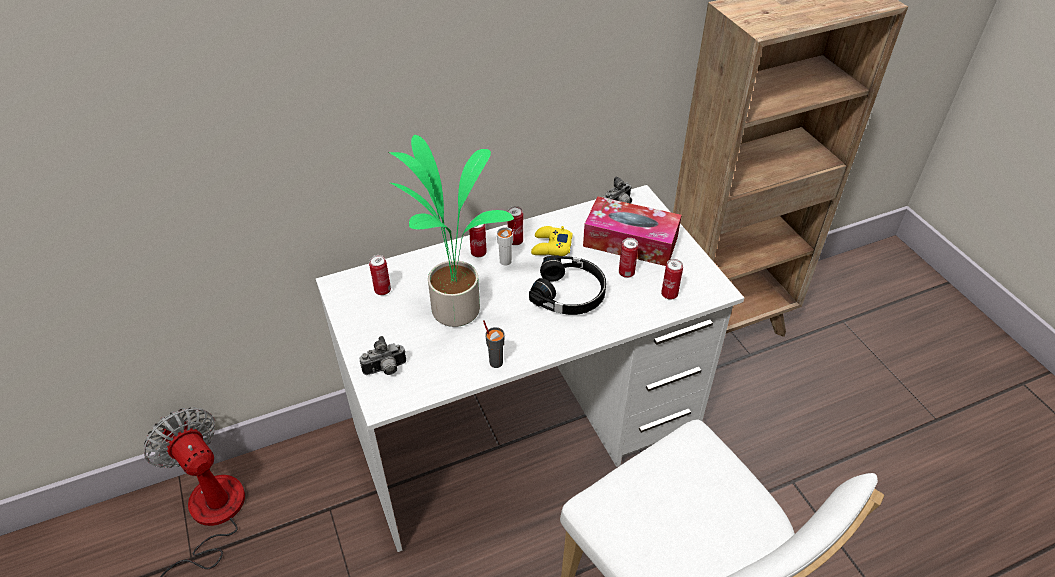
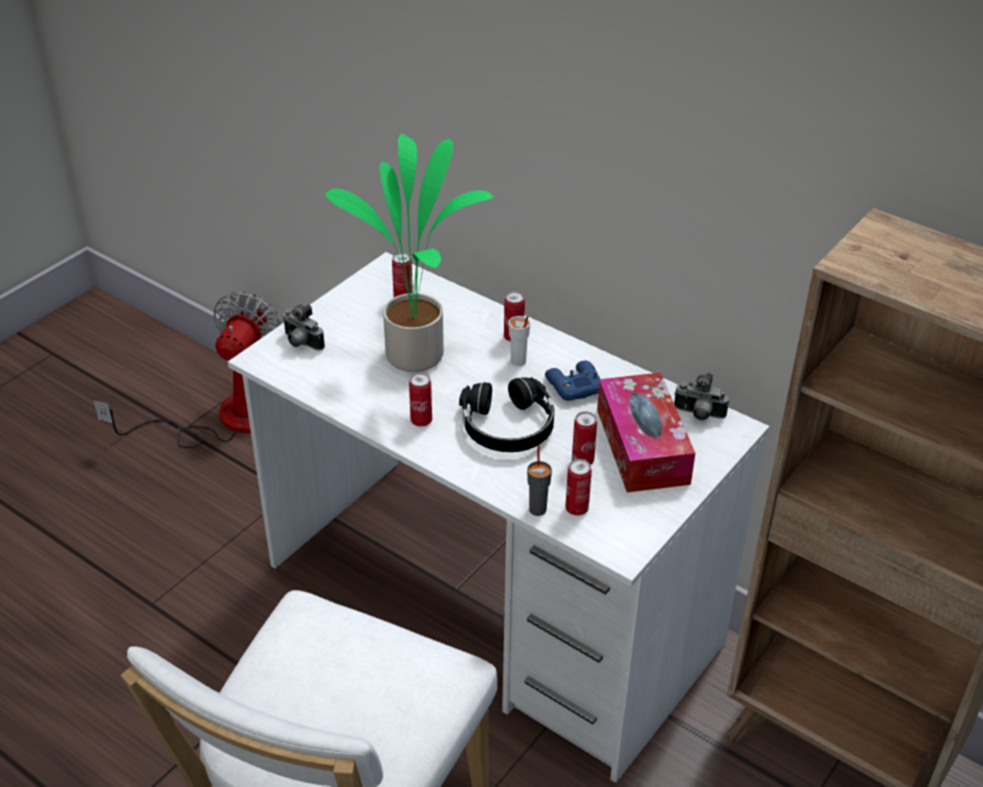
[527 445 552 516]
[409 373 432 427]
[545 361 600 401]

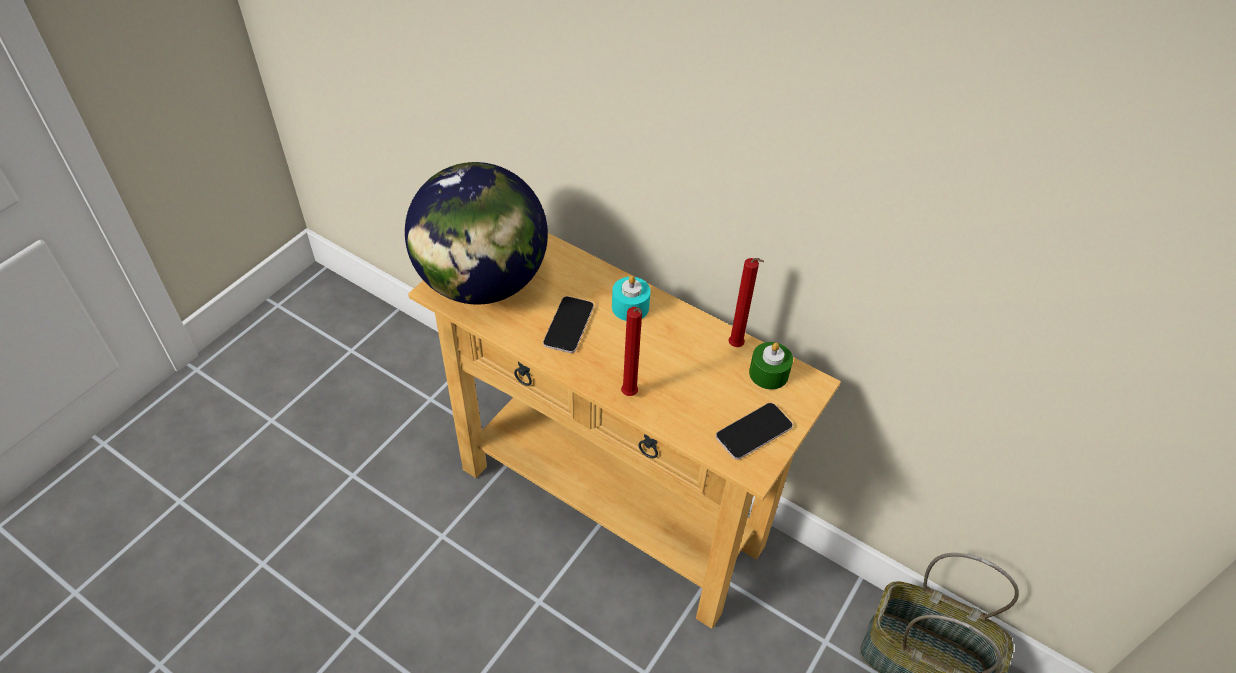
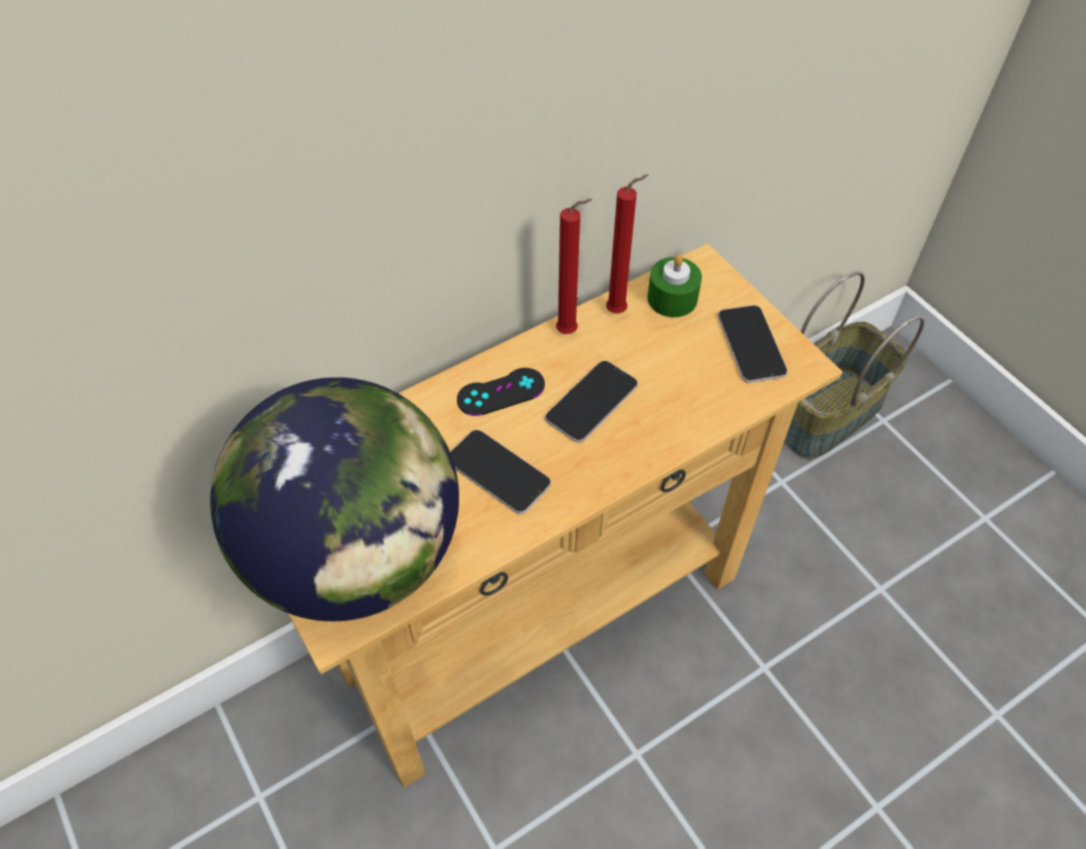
[457 368 545 416]
[556 199 592 334]
[545 360 638 443]

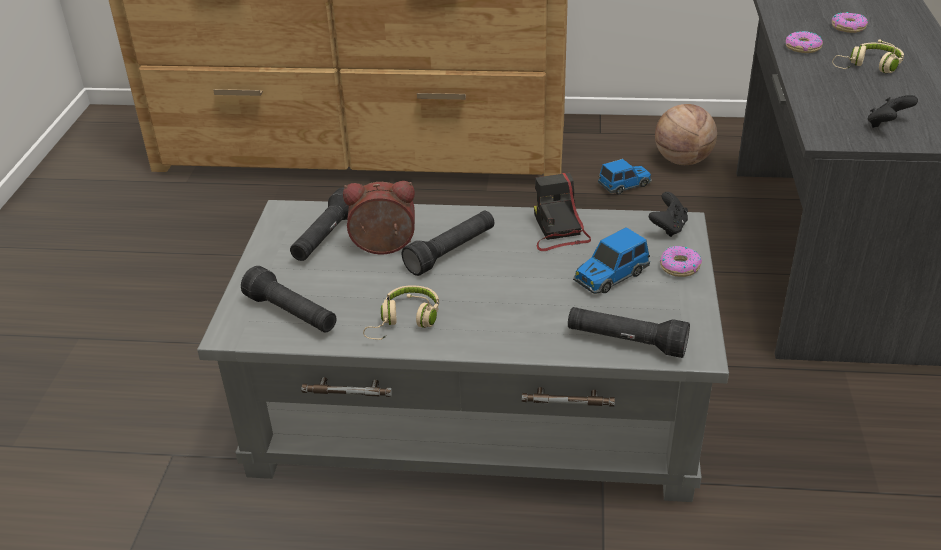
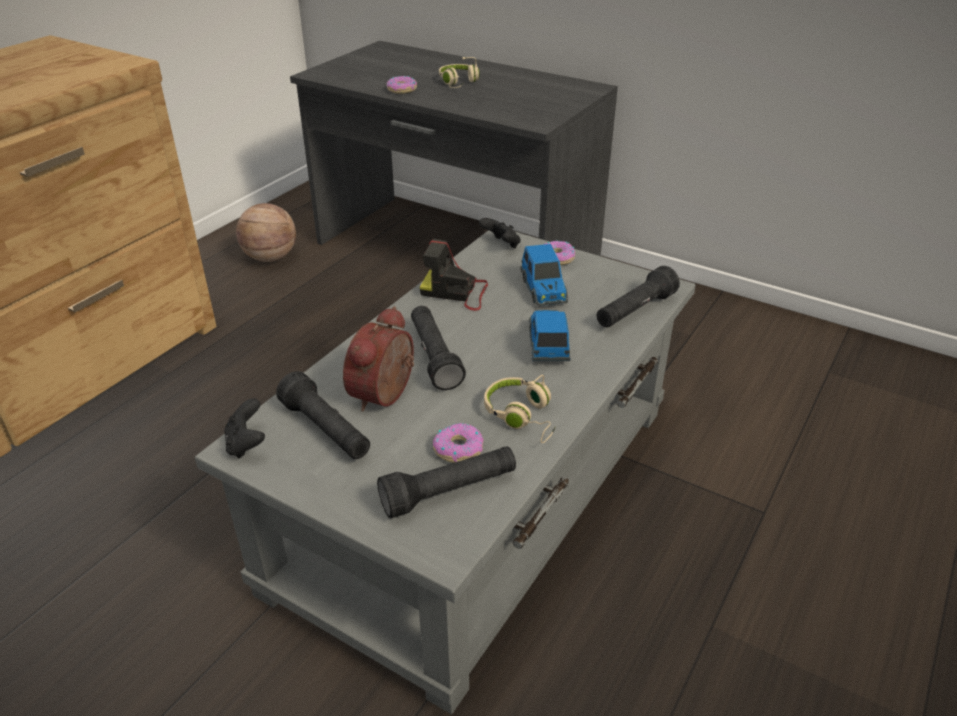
[529 310 570 361]
[433 423 484 463]
[224 398 265 458]

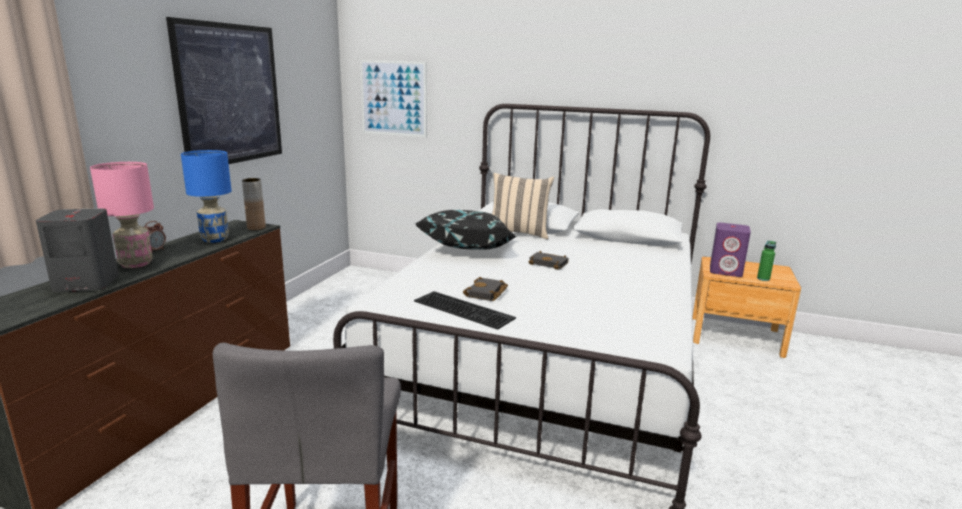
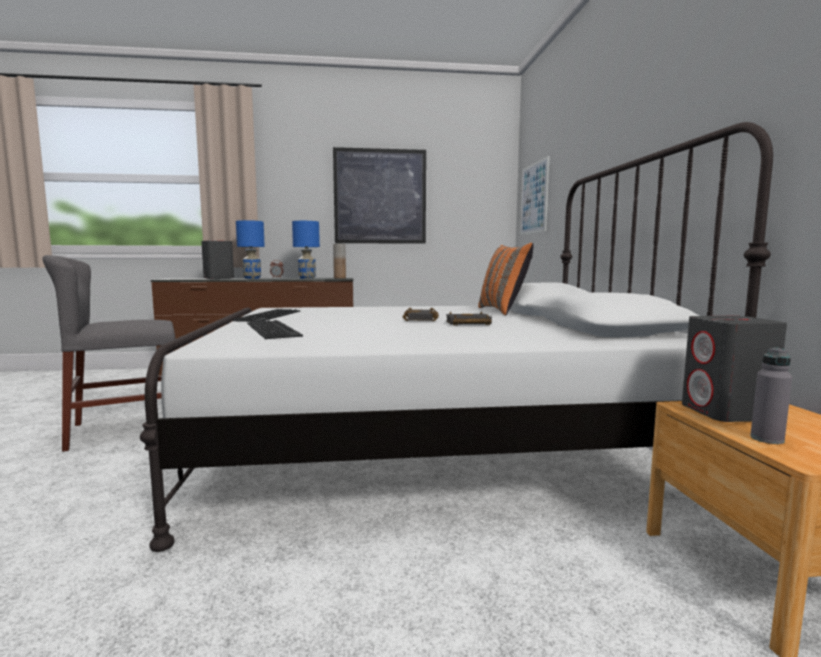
[236 220 265 279]
[416 210 516 250] (first image)
[446 312 492 326]
[478 243 534 315]
[682 316 787 422]
[750 347 792 444]
[247 320 303 339]

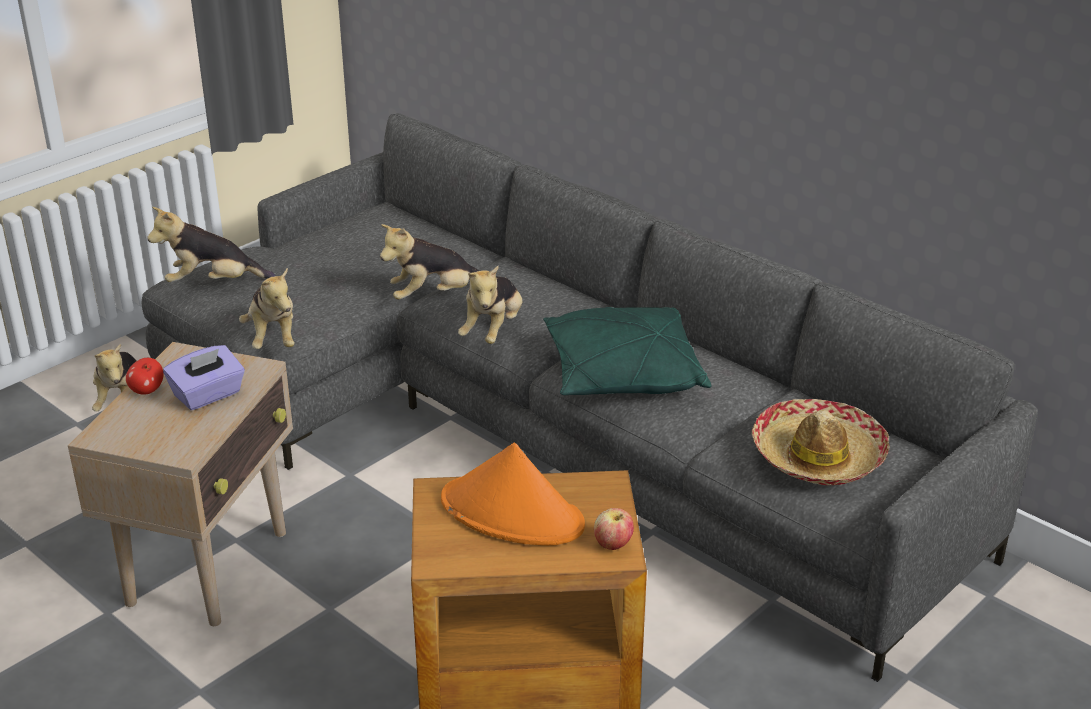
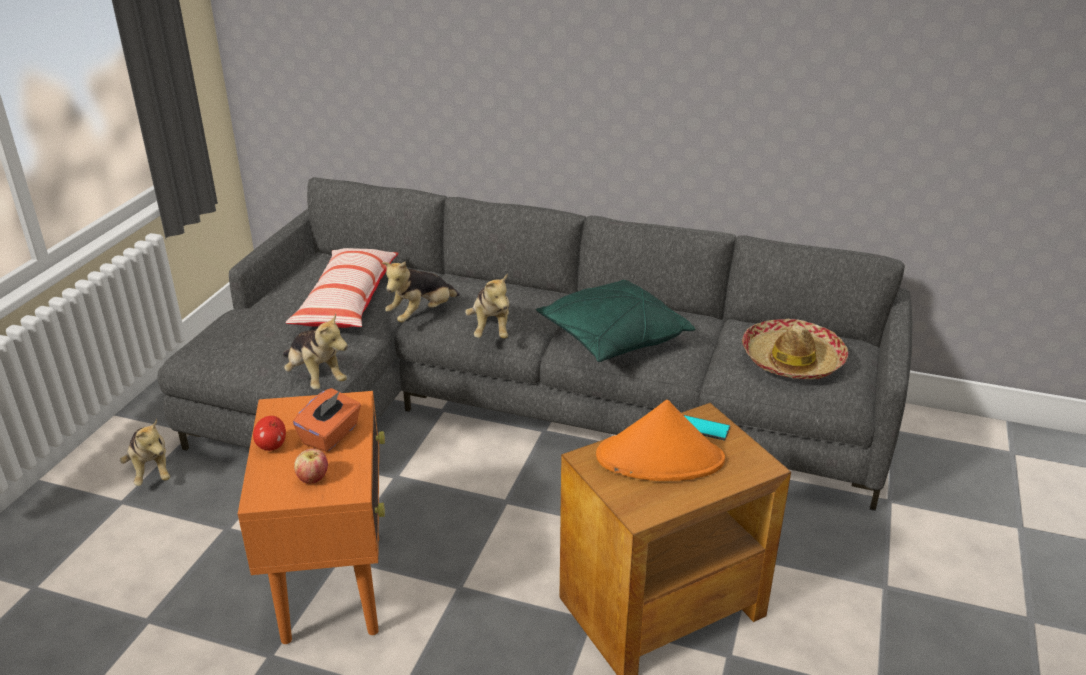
[238 391 385 644]
[147 207 276 282] (first image)
[293 388 361 452]
[294 449 328 484]
[285 248 398 328]
[683 415 730 441]

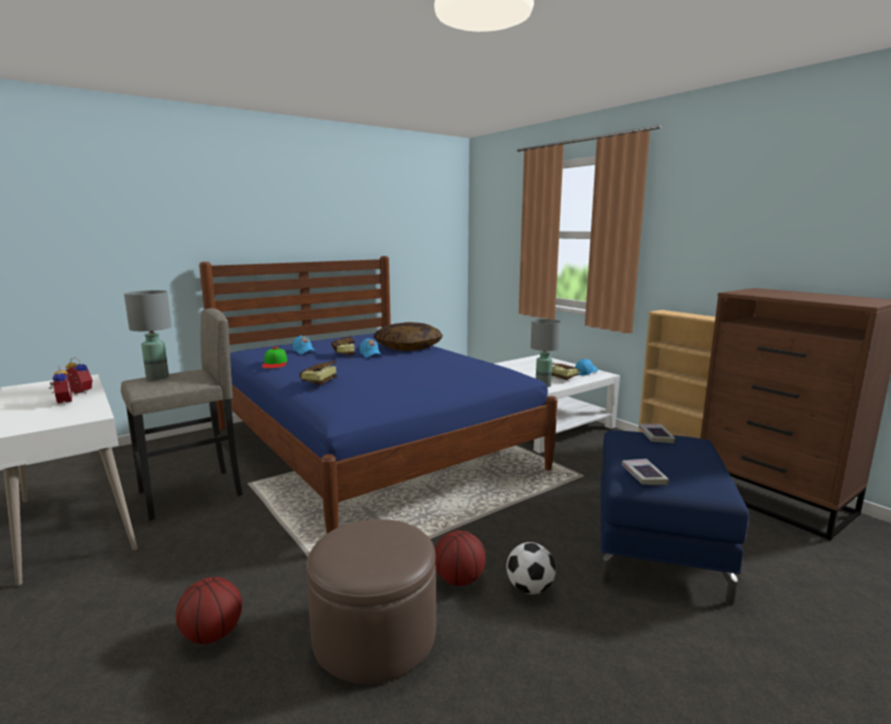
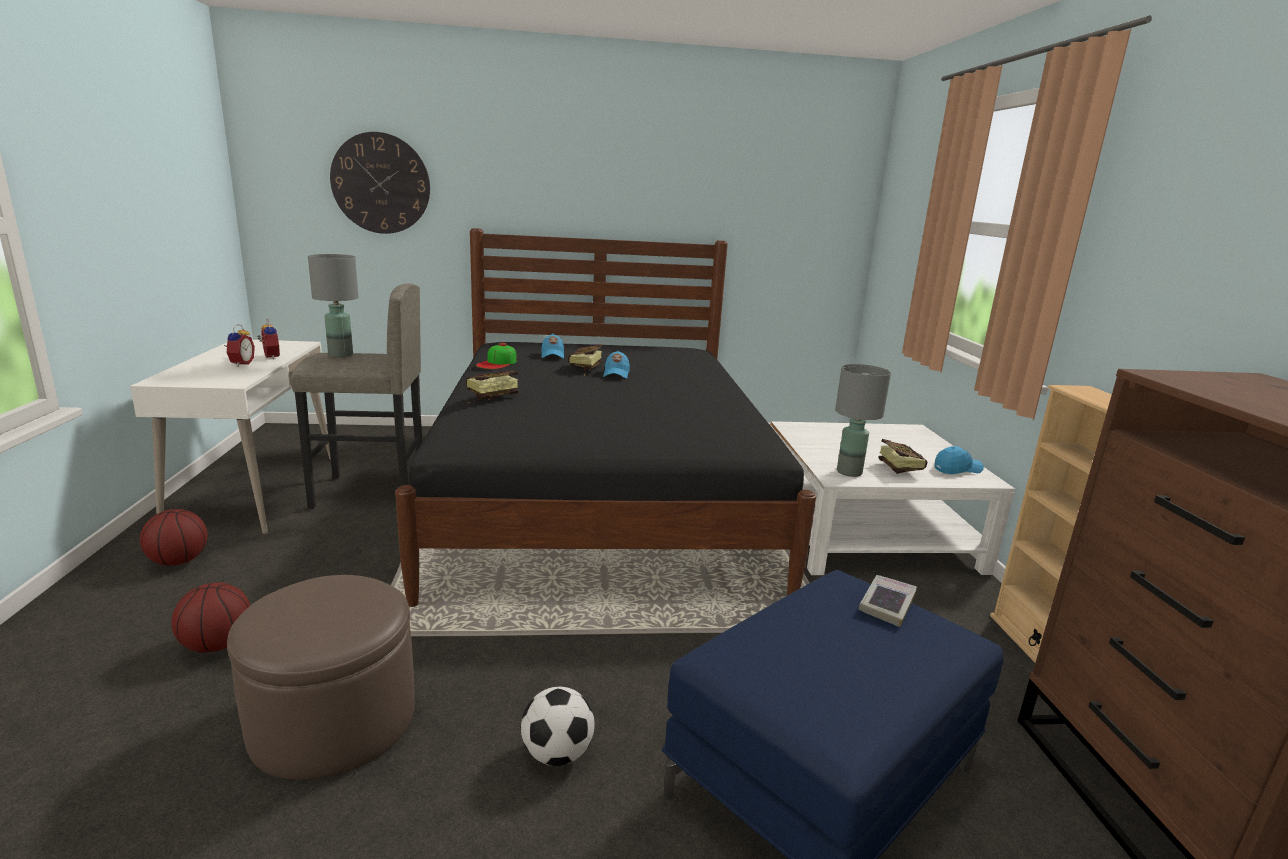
[395 228 816 607]
[373 322 443 351] (first image)
[140 509 208 566]
[622 459 669 485] (first image)
[330 132 430 234]

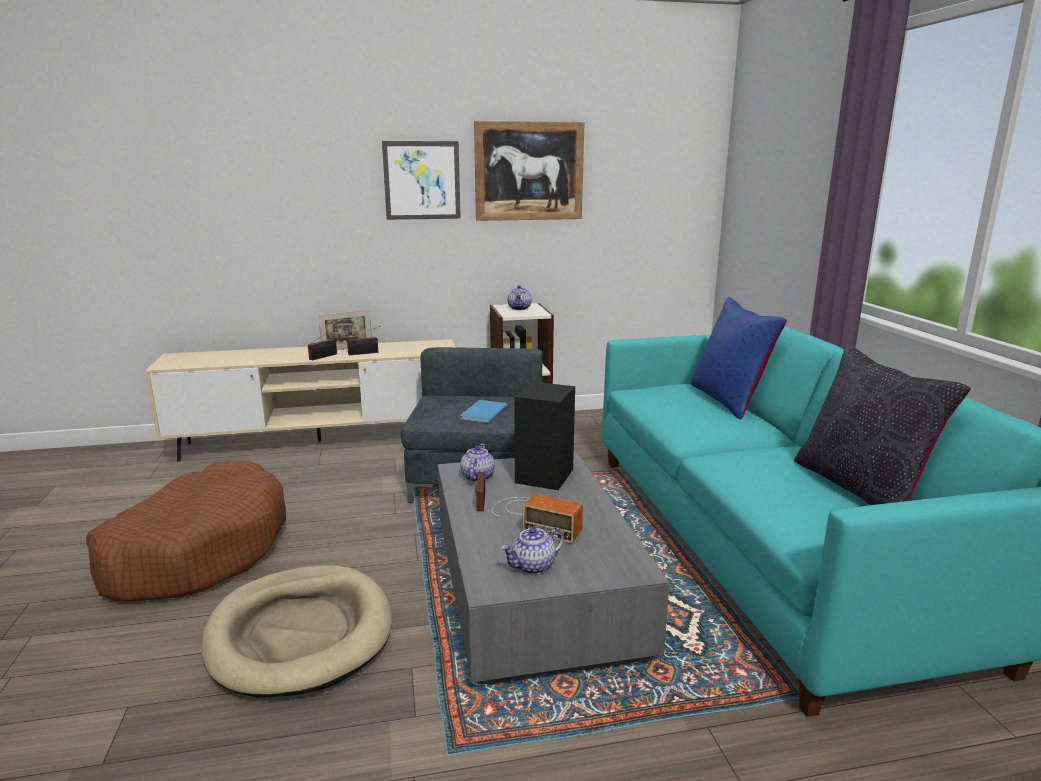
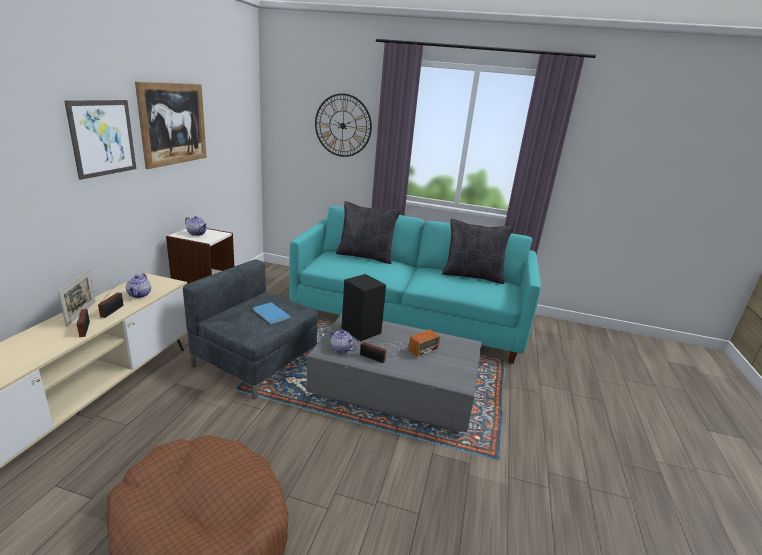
[202 565 392 698] (first image)
[126 273 151 298]
[335 201 401 264]
[315 93 372 157]

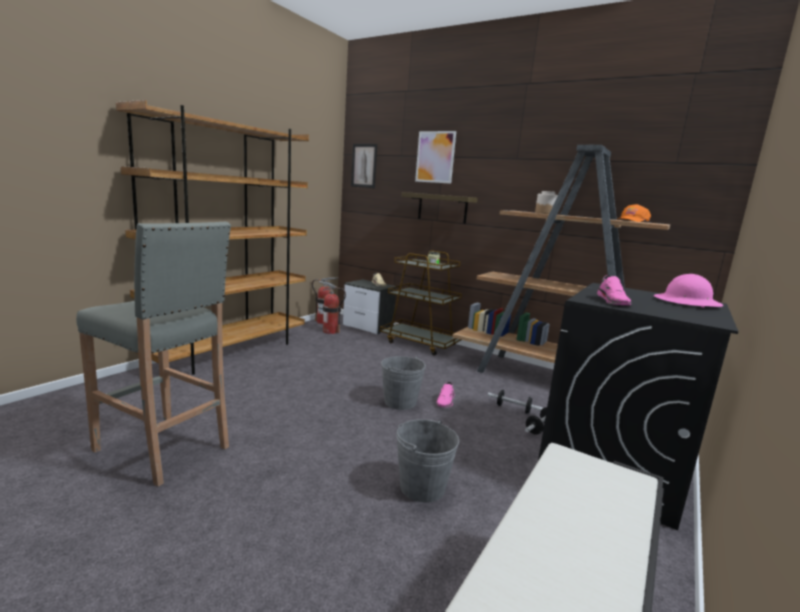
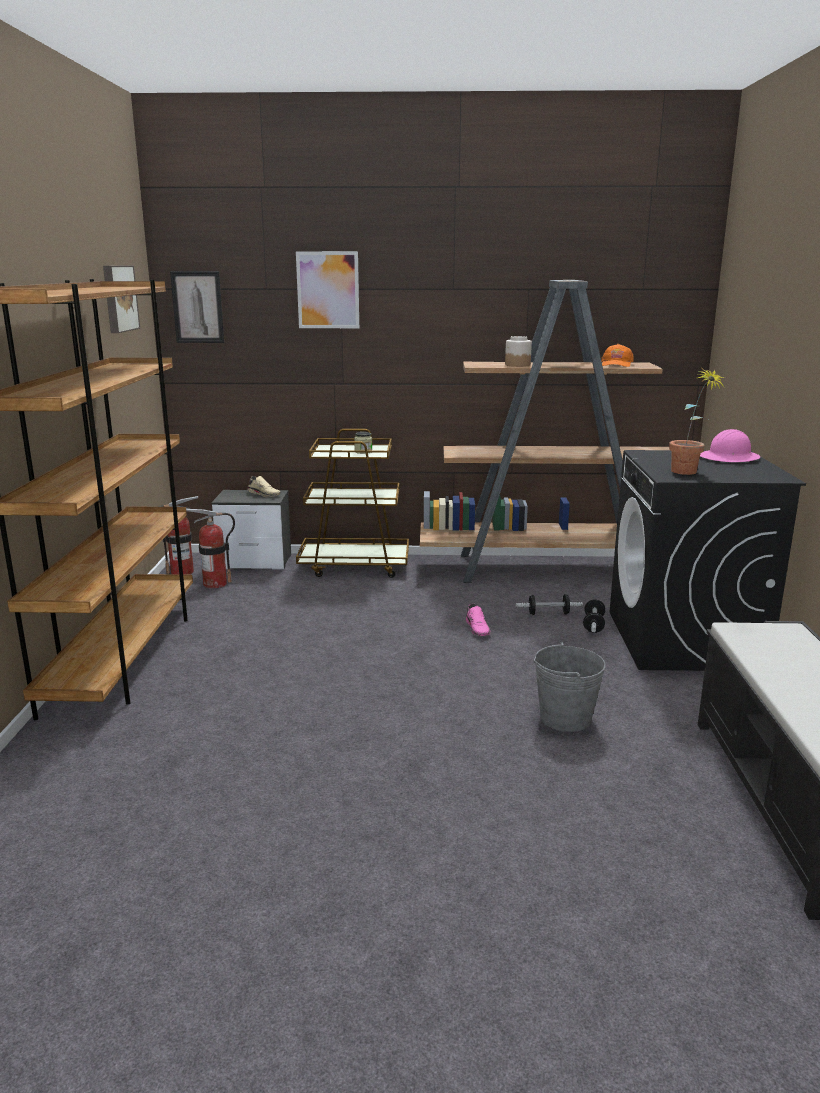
[76 222 231 487] (first image)
[381 356 426 410] (first image)
[401 192 478 224] (first image)
[669 367 725 475]
[103 266 140 333]

